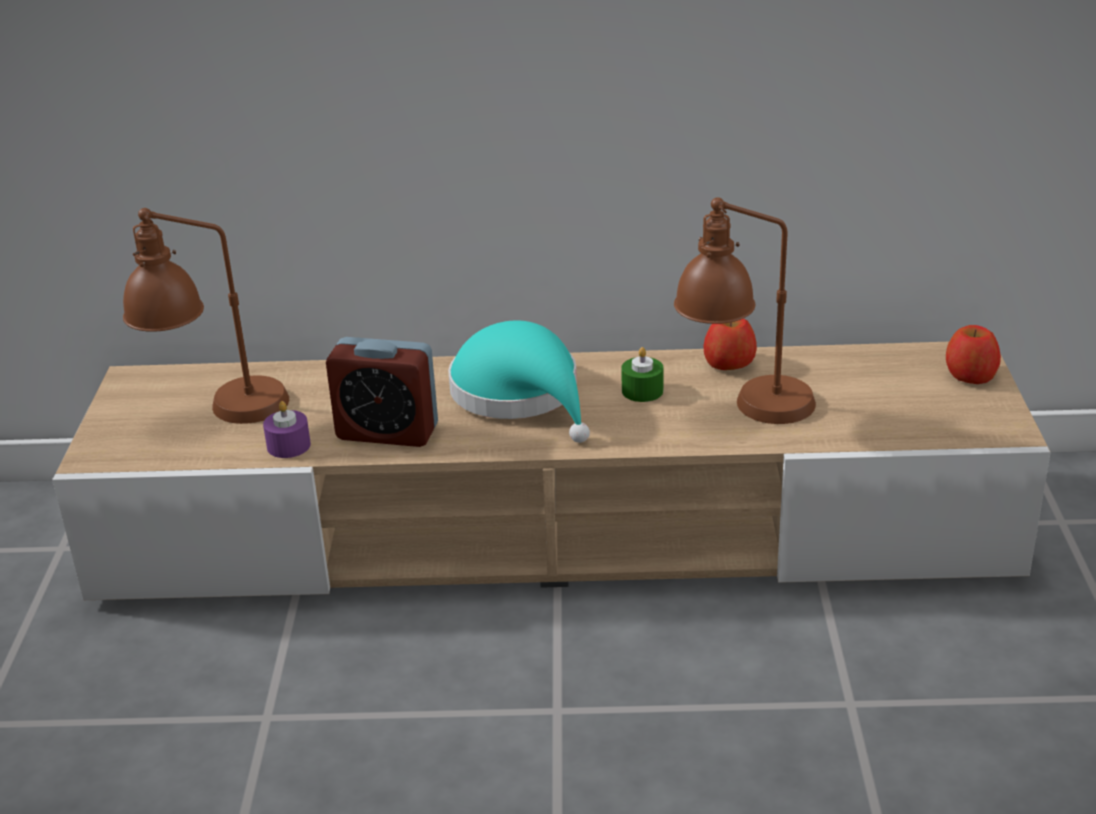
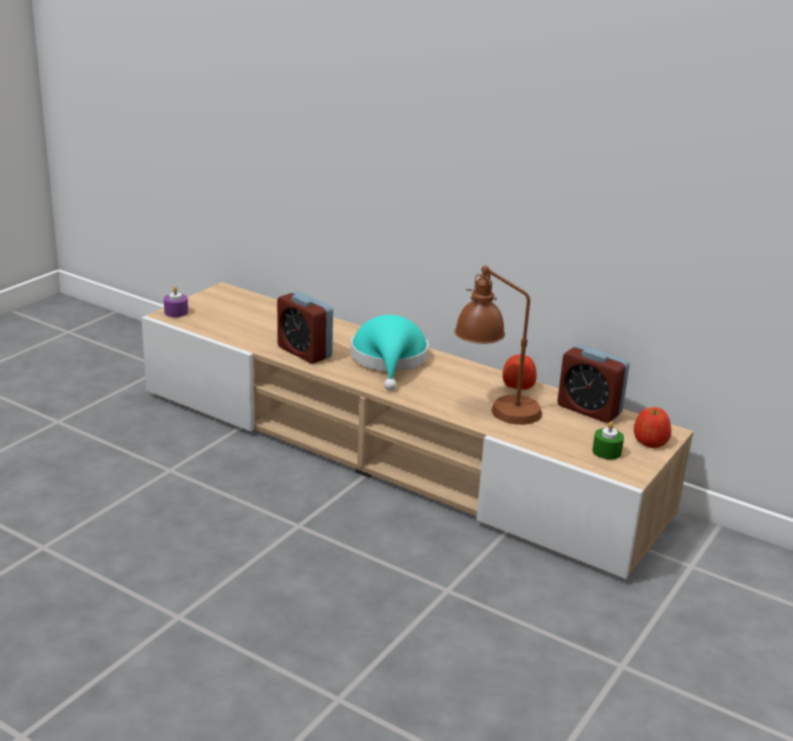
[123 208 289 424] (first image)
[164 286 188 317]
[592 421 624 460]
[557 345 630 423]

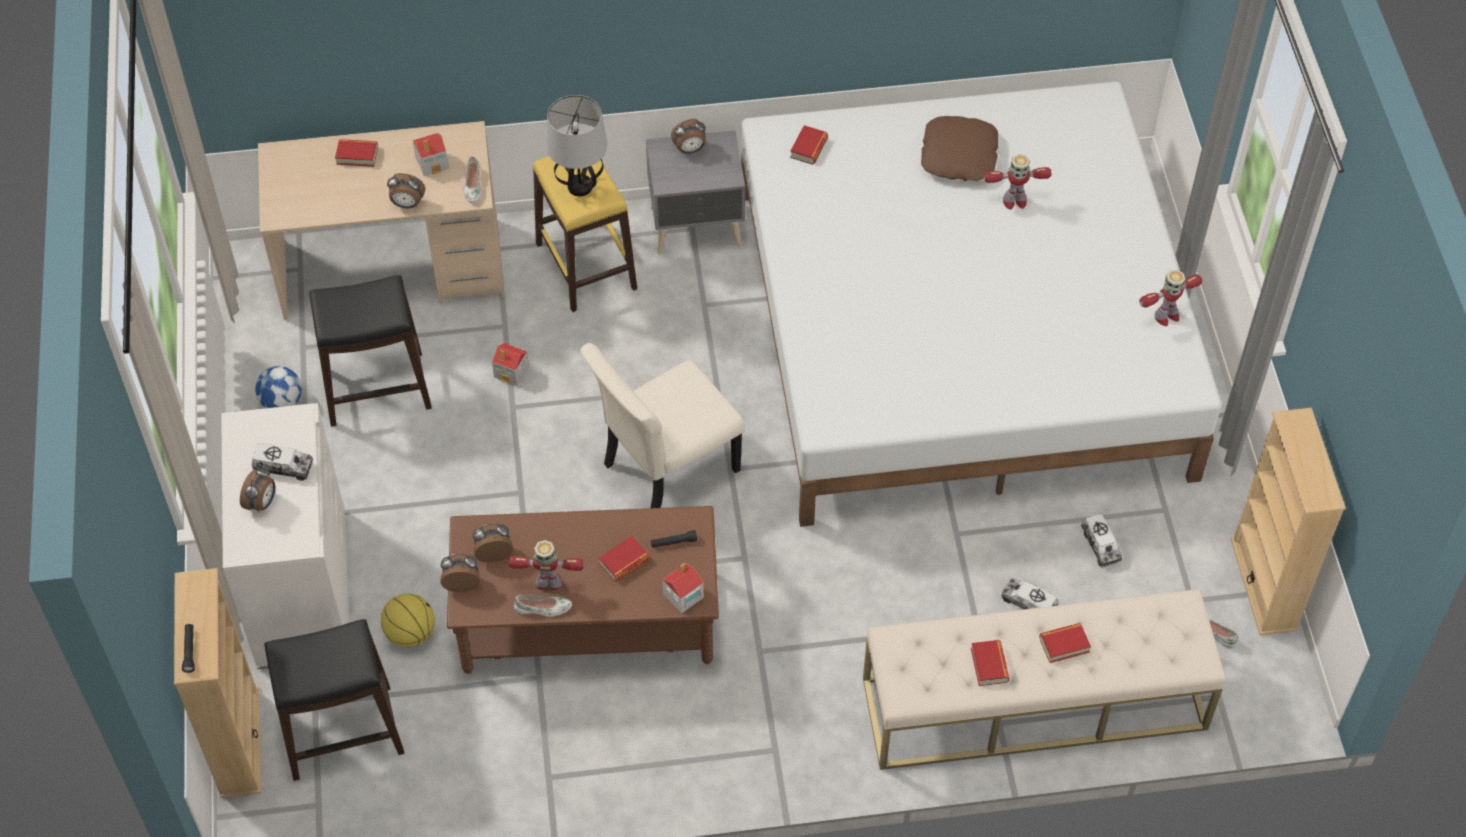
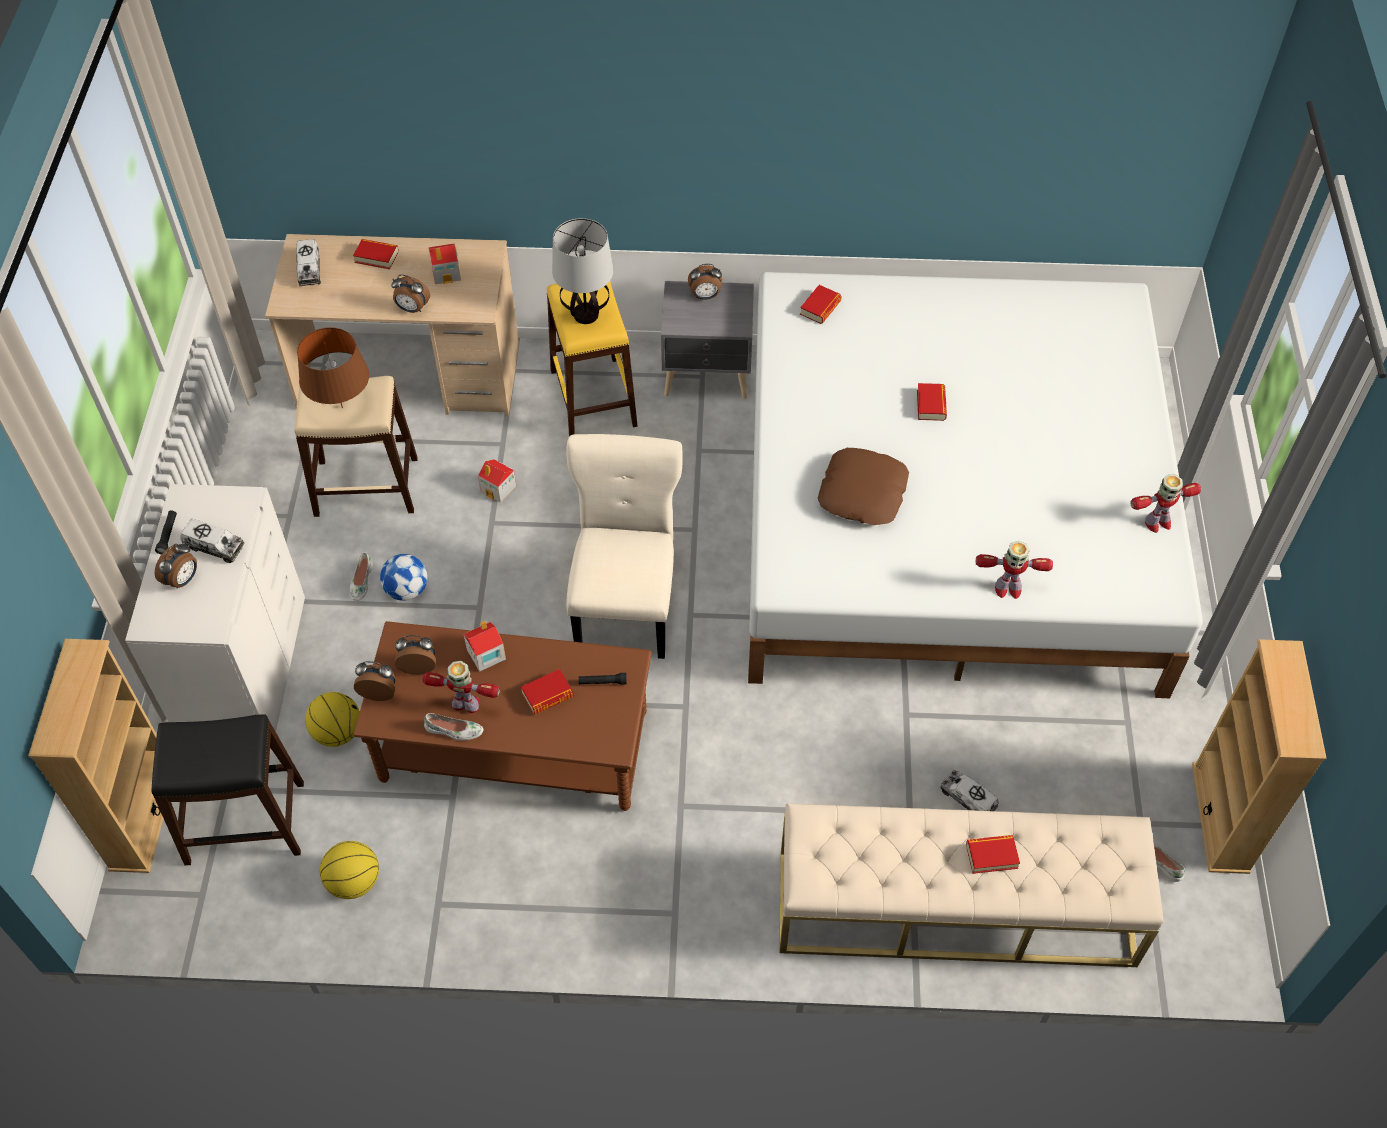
[155 510 177 555]
[380 554 427 601]
[294 376 418 517]
[350 552 373 601]
[566 434 682 659]
[464 621 506 672]
[818 448 909 525]
[917 383 947 421]
[976 541 1053 599]
[297 239 321 286]
[297 327 369 408]
[320 841 379 899]

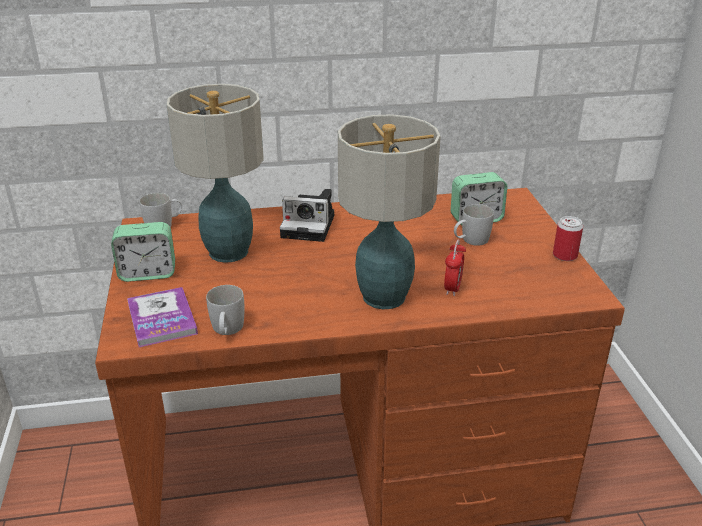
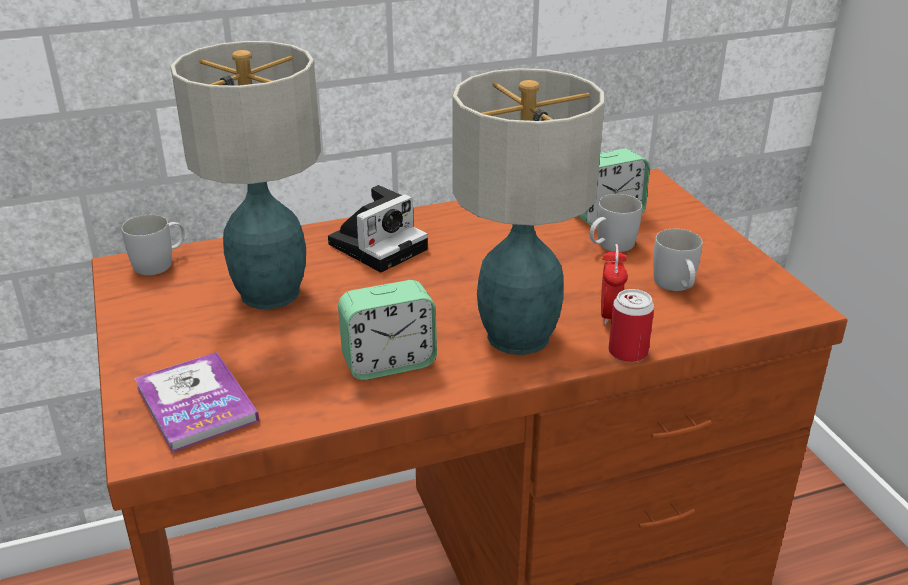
[338 280 437 380]
[653 229 703 291]
[328 185 428 273]
[608 289 654 362]

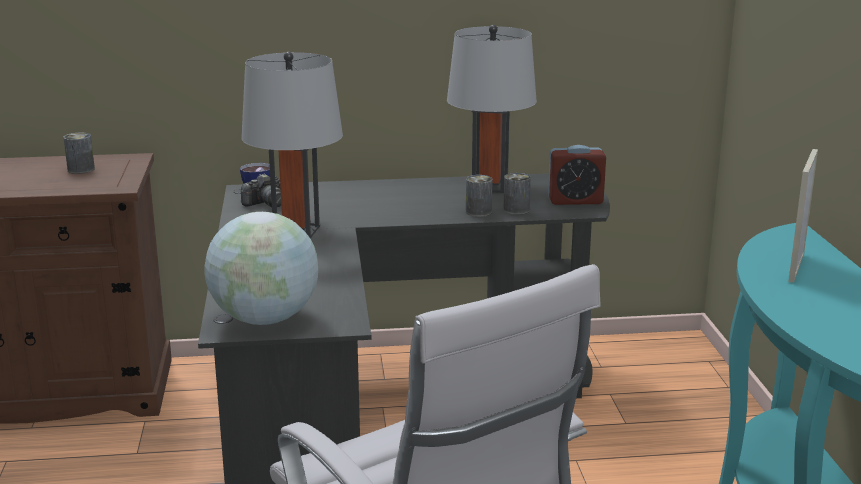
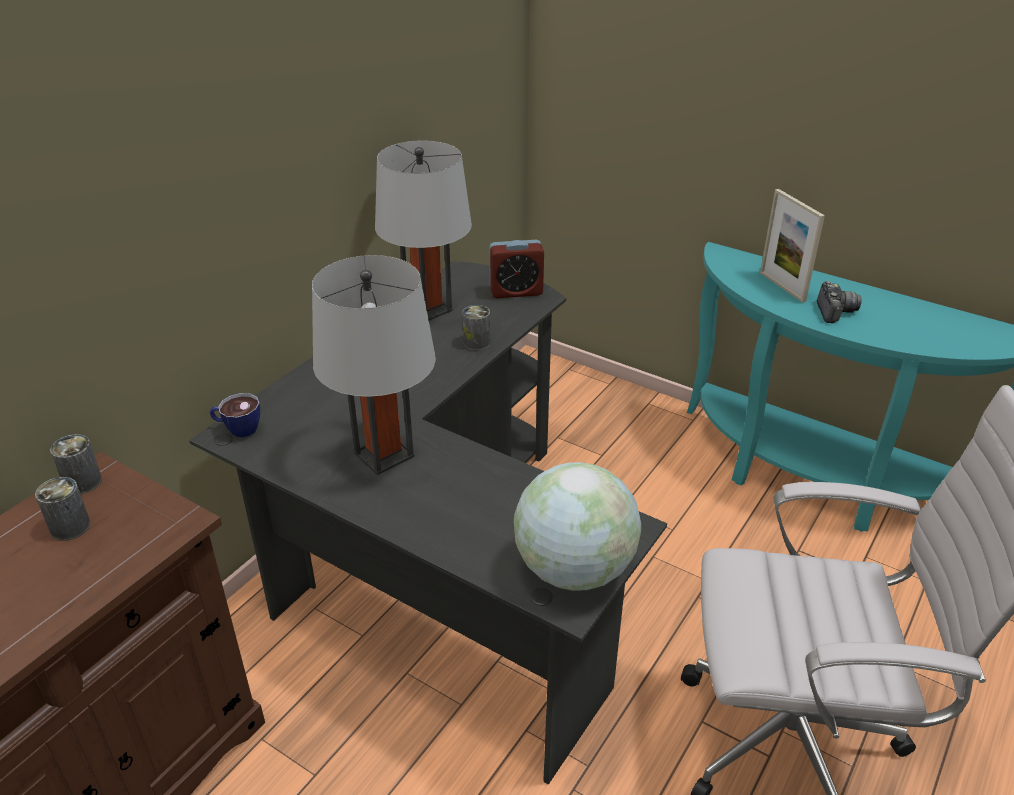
[817 281 862 323]
[50 434 102 494]
[489 240 544 298]

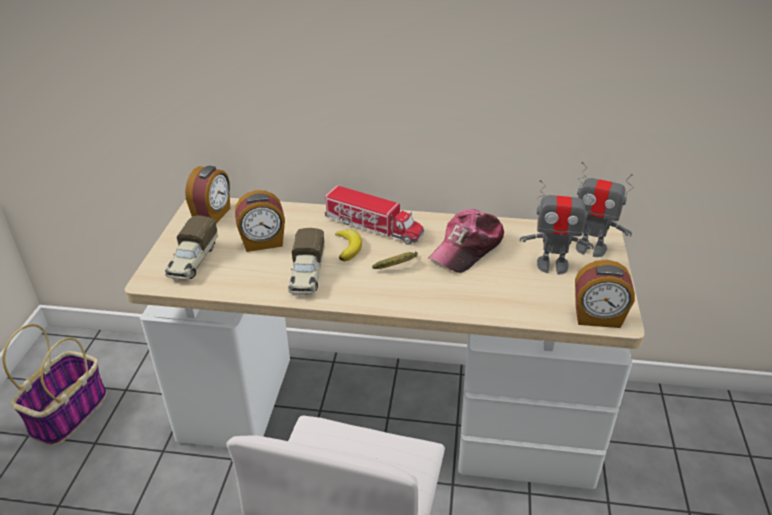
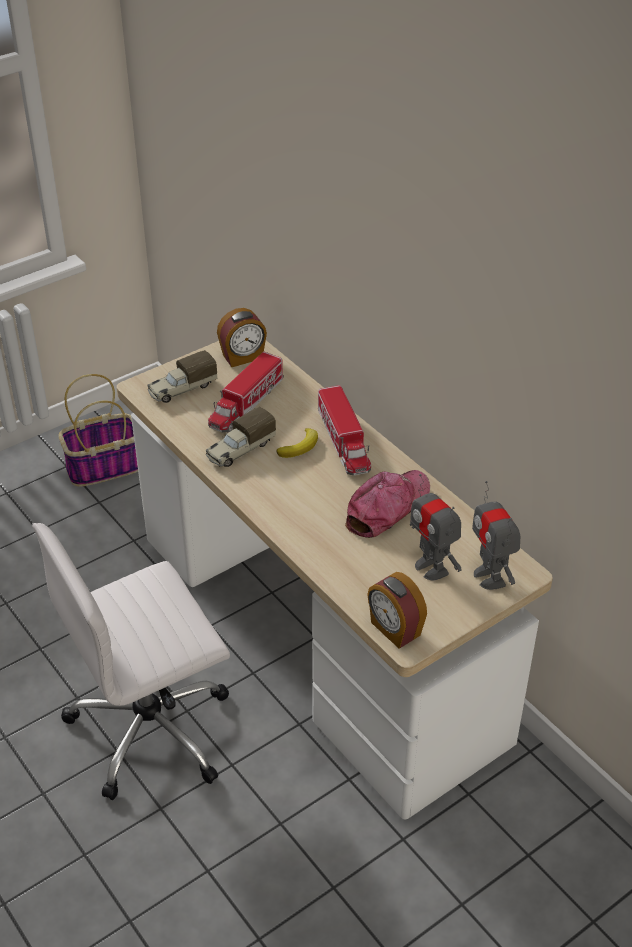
[208 352 284 433]
[372 251 418 269] (first image)
[345 470 430 538]

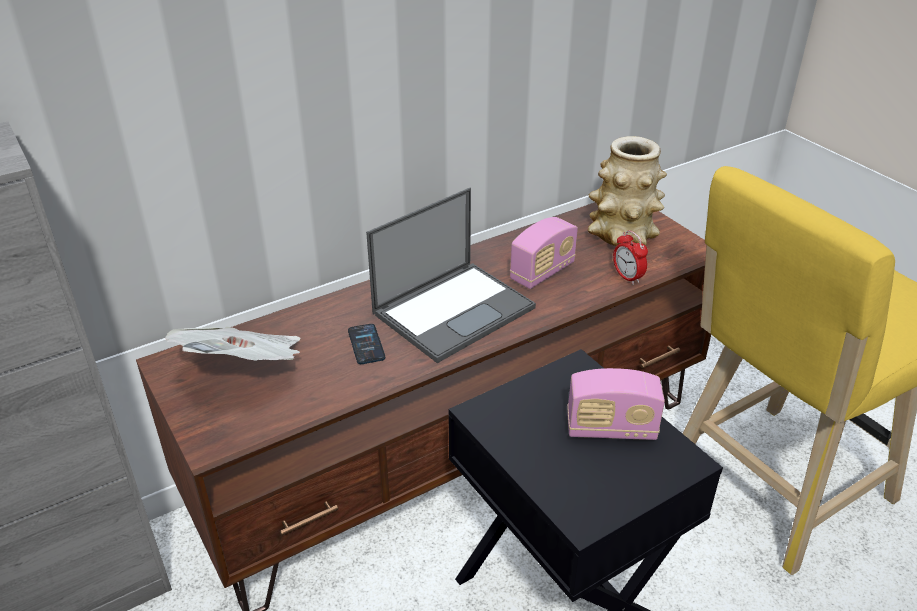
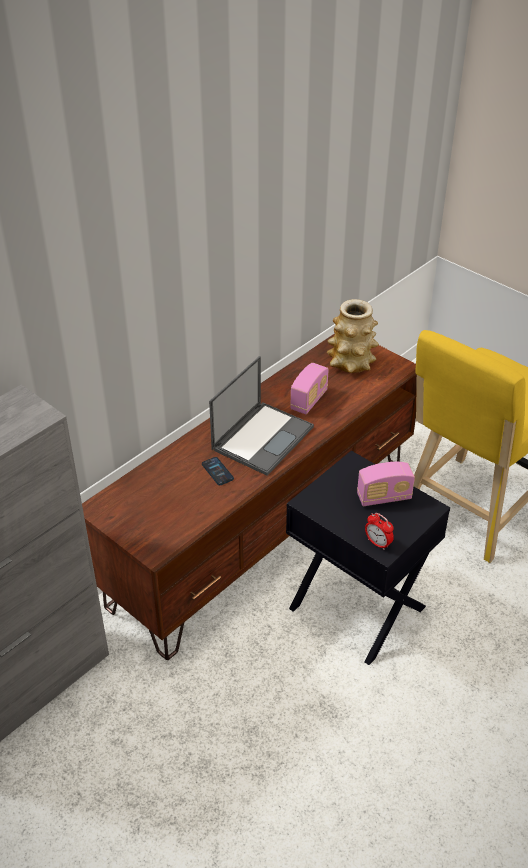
[165 327 300 360] (first image)
[365 513 394 550]

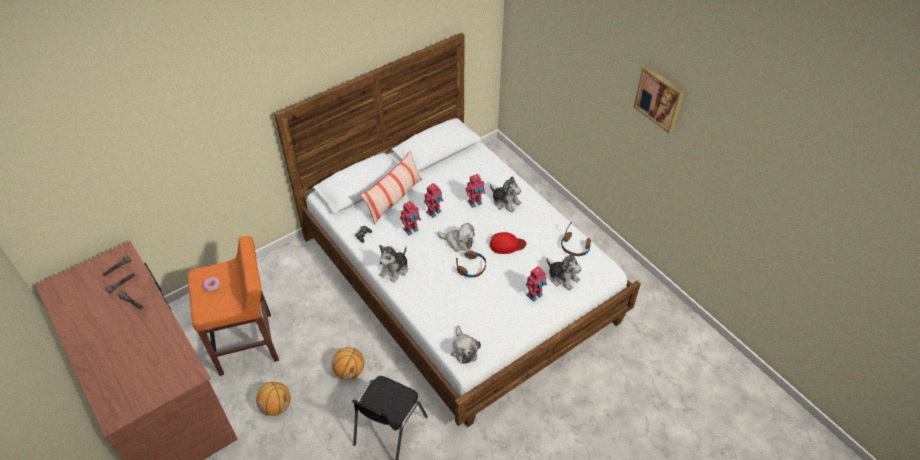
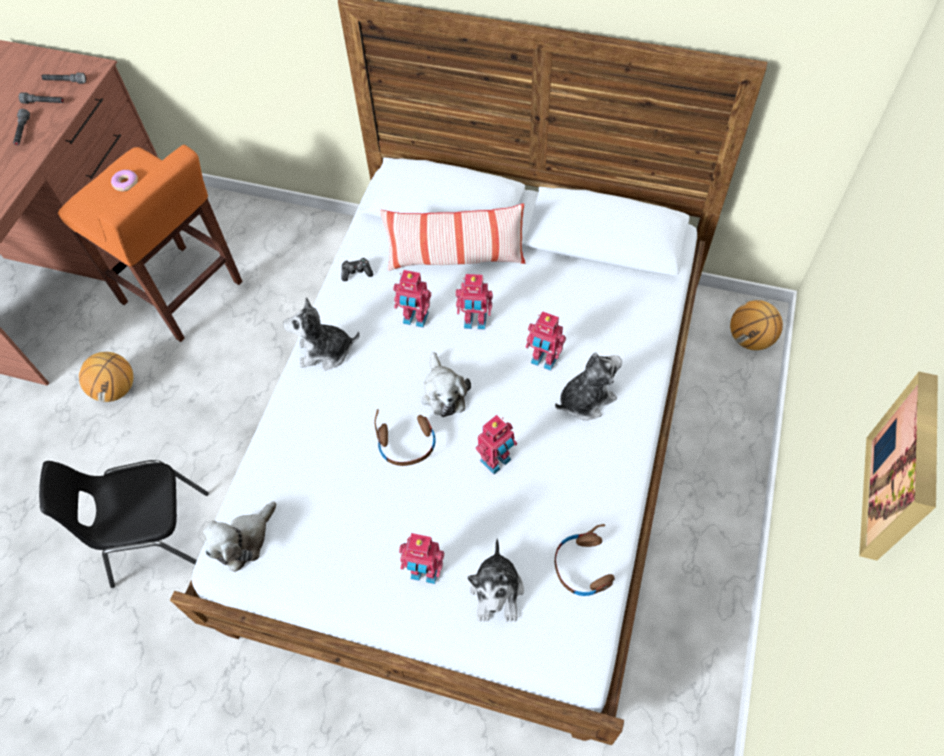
[730 300 783 350]
[555 352 622 420]
[476 415 517 474]

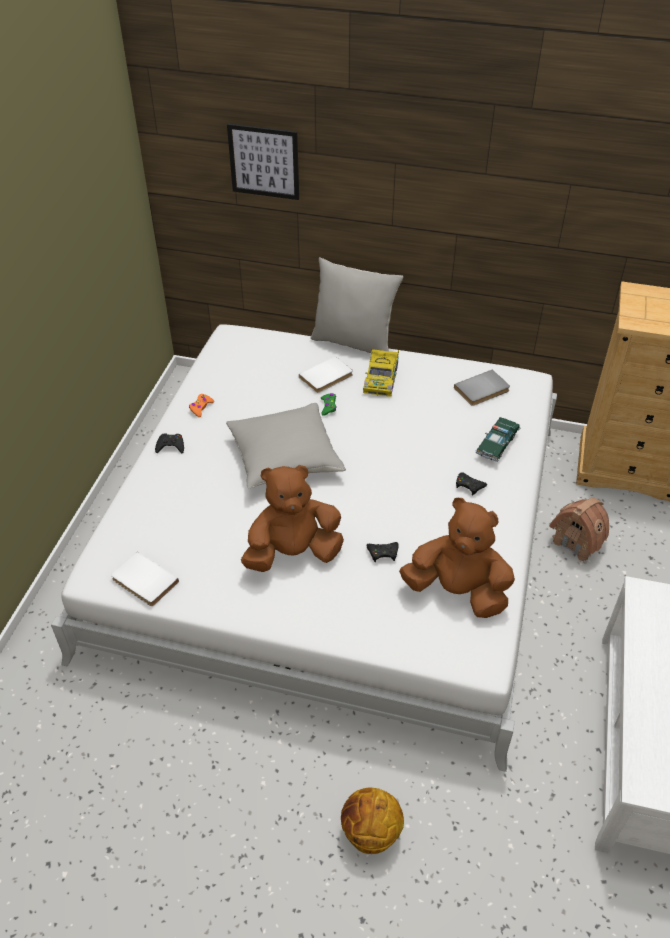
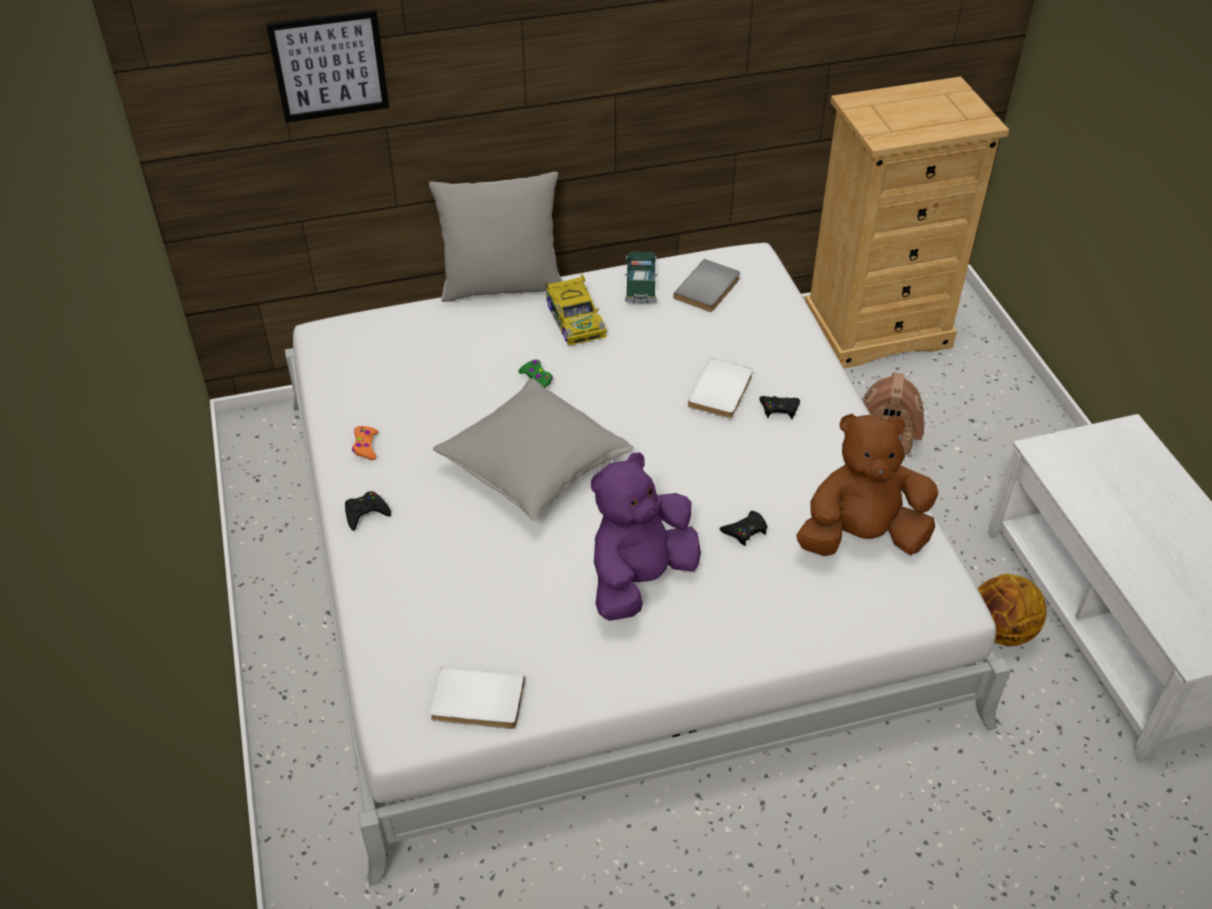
[591 452 701 621]
[688 358 753 419]
[977 574 1046 646]
[624 252 657 303]

